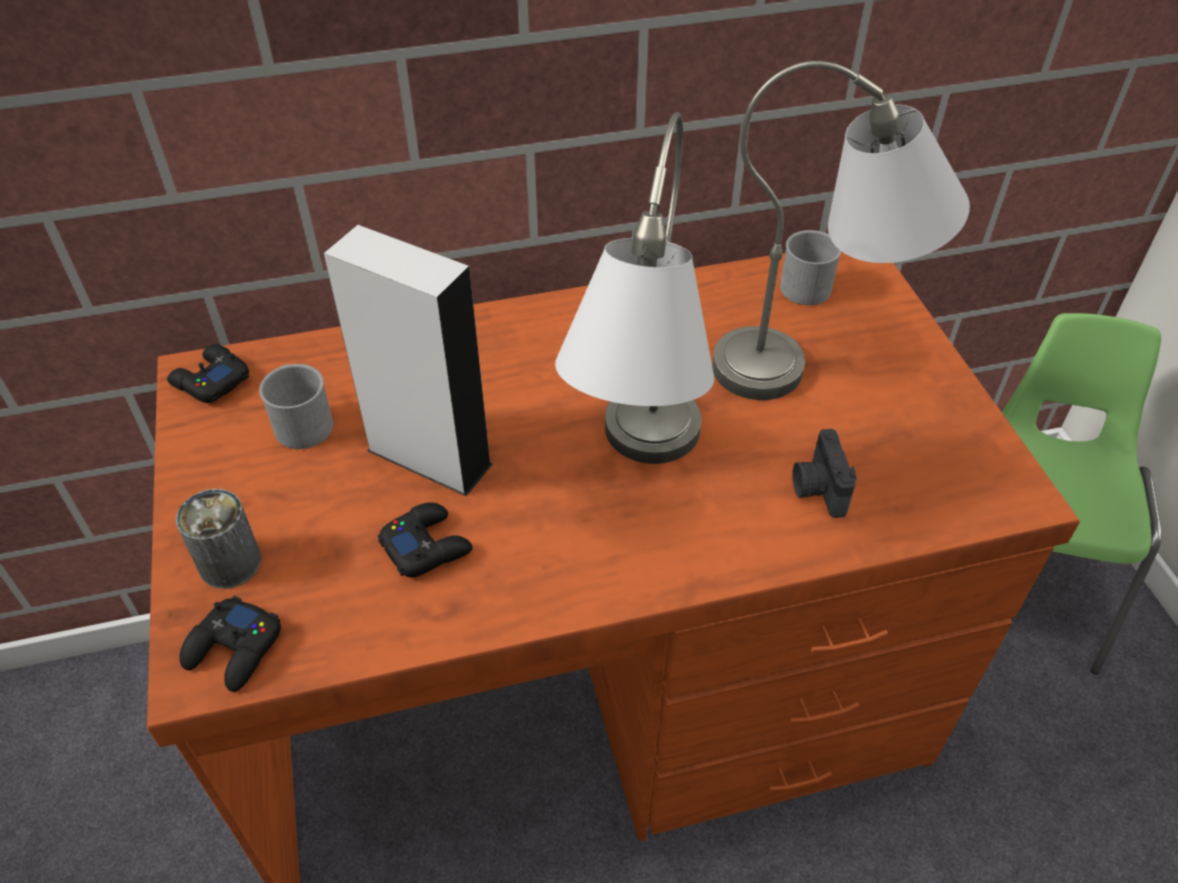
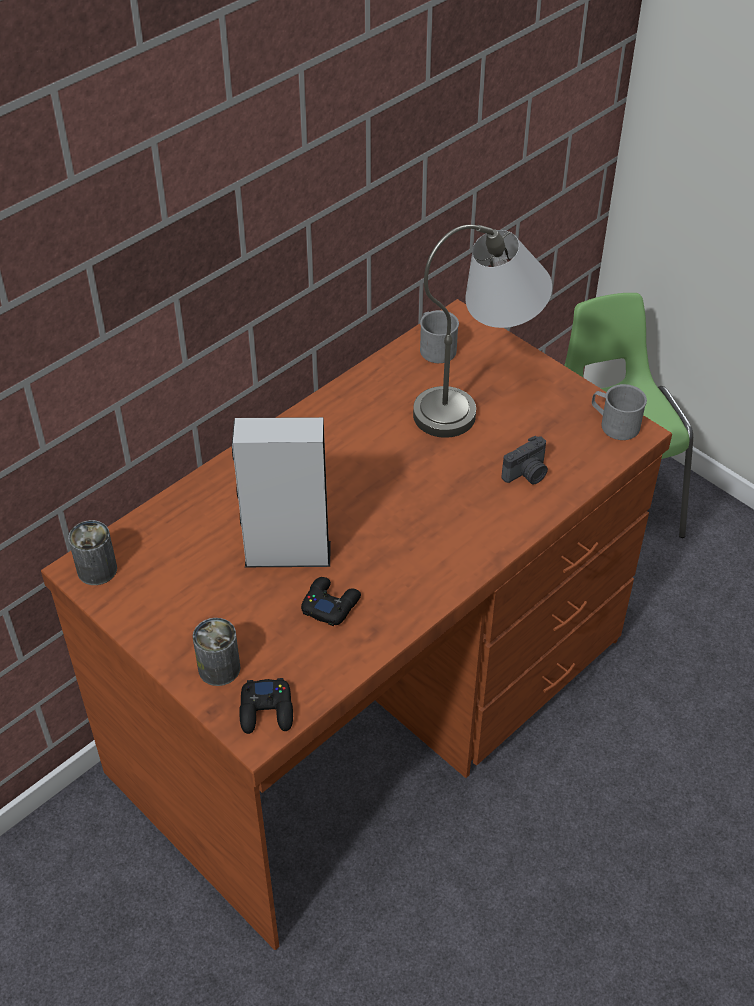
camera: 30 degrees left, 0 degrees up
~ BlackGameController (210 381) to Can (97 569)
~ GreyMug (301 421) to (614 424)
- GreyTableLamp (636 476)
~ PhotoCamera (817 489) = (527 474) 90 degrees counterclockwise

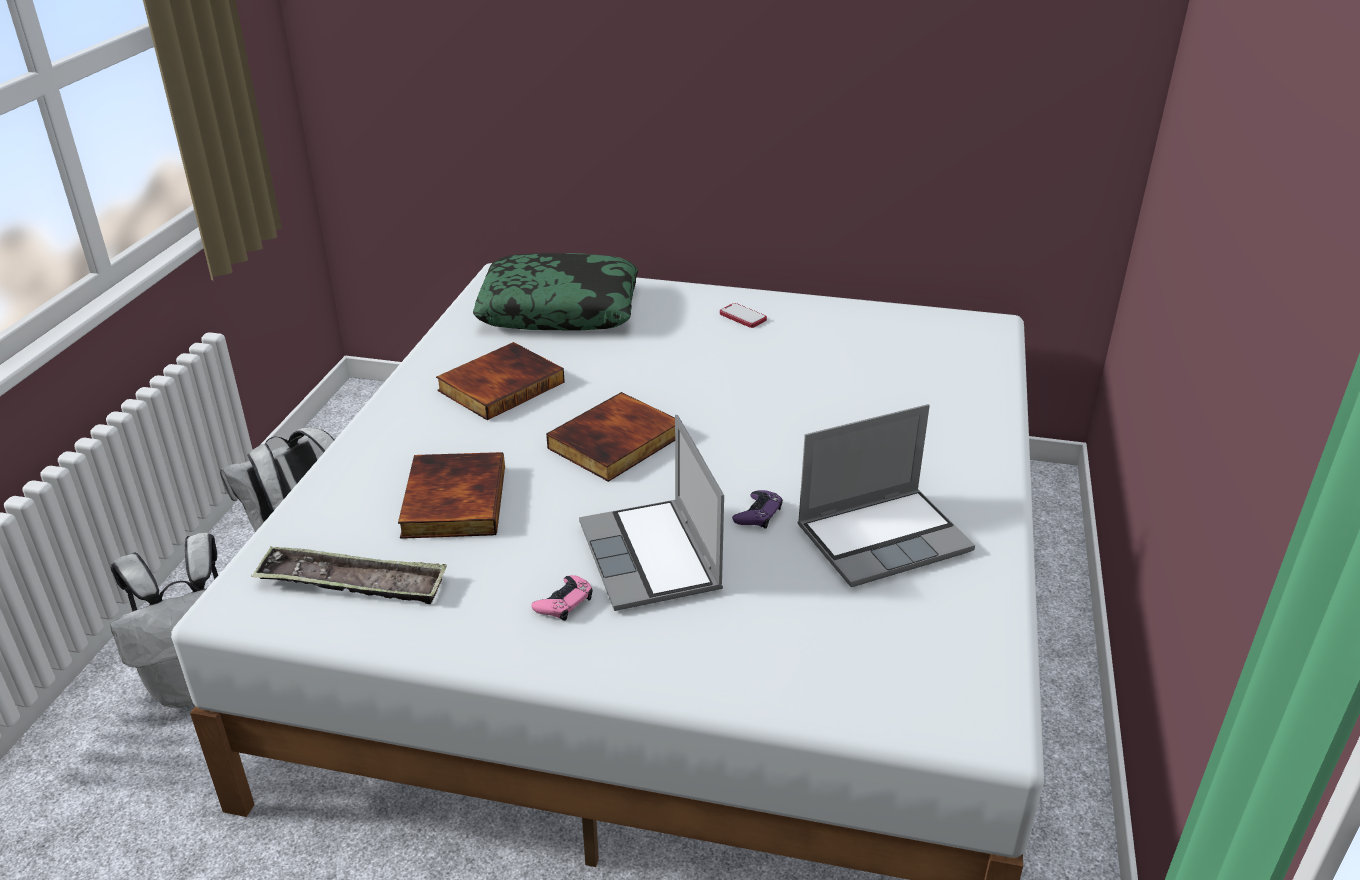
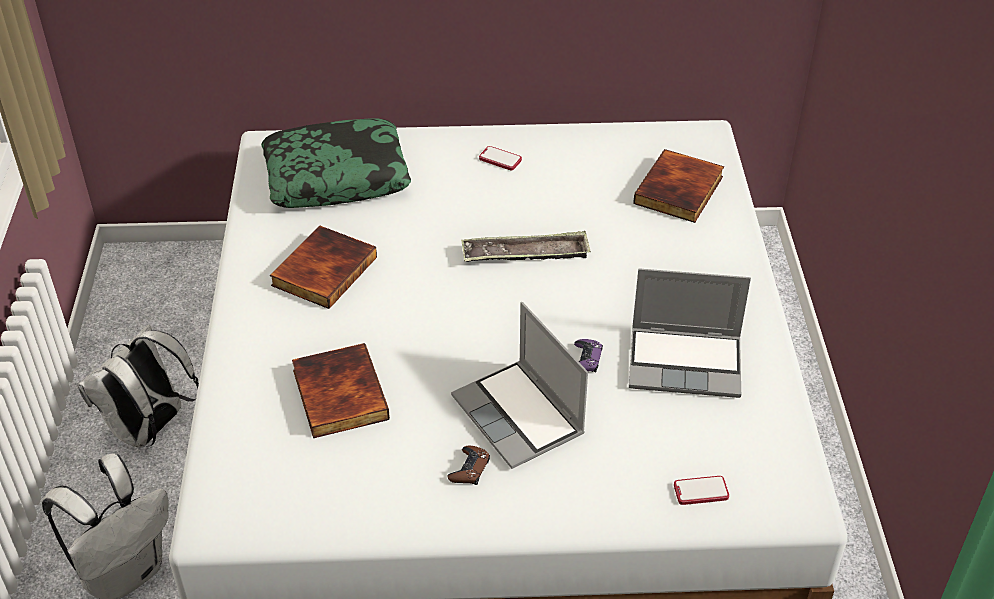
camera: 15 degrees left, 10 degrees up
~ Tray (352 583) to (525 254)
~ PinkGameController (564 602) to BrownGameController (469 469)
~ Book (616 443) to (680 191)
~ Laptop (884 537) = (686 363) 45 degrees clockwise
+ Phone (701 491)

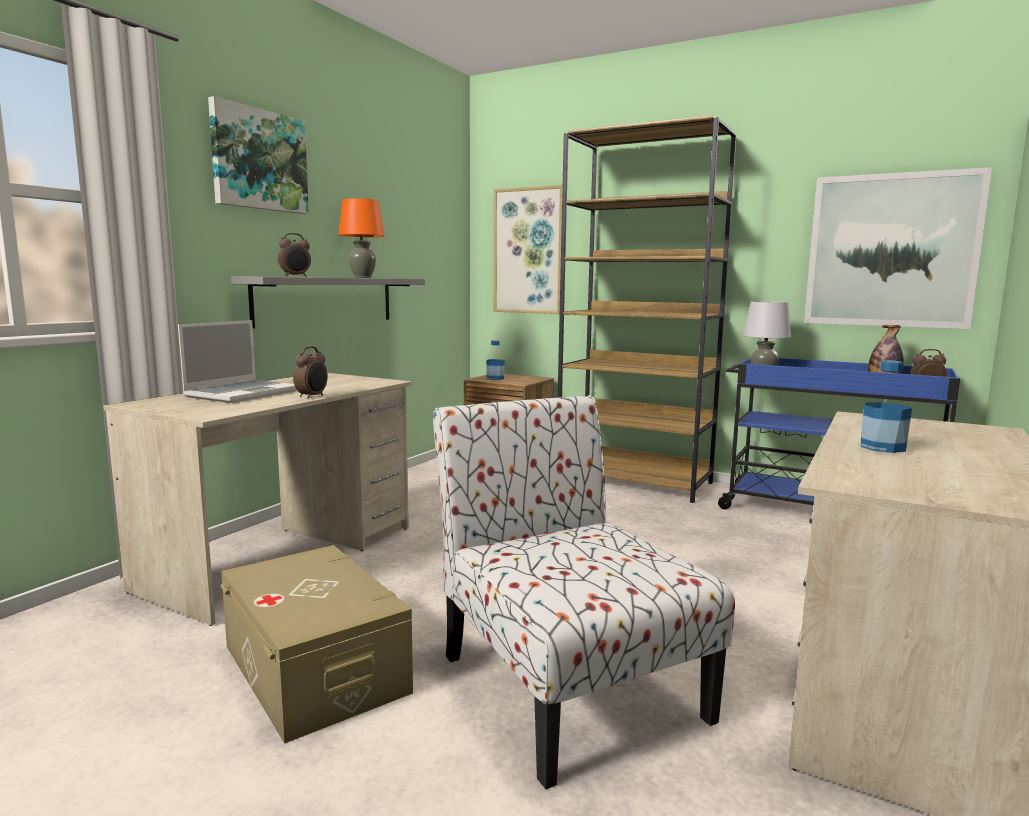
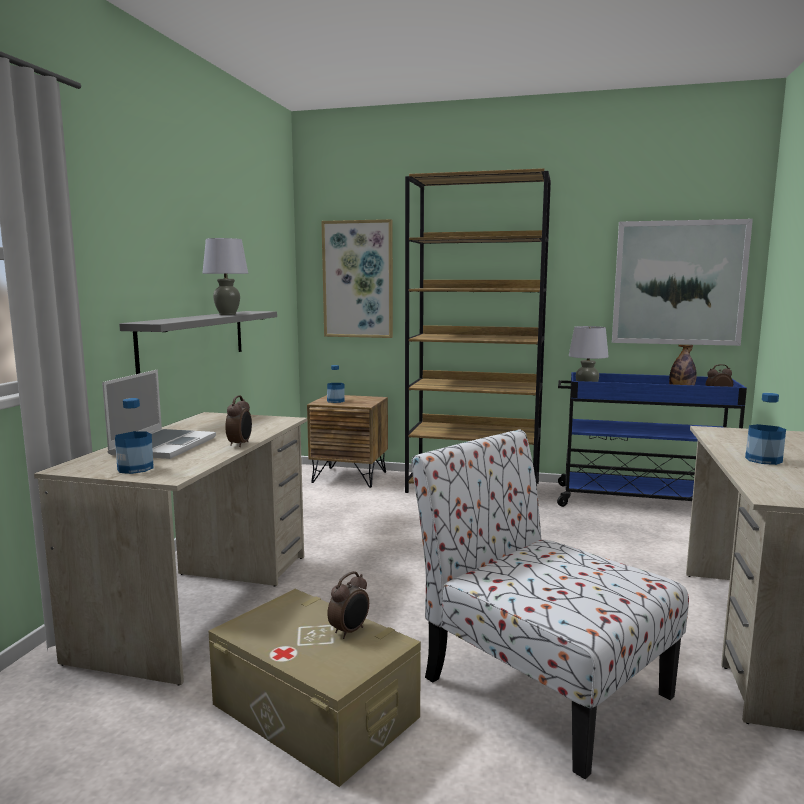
camera: 15 degrees left, 0 degrees up
- Picture (259 160)
~ AlarmClock (295 276) to (350 631)
~ OrangeTableLamp (363 277) to GreyTableLamp (227 314)
+ Bottle (135 468)

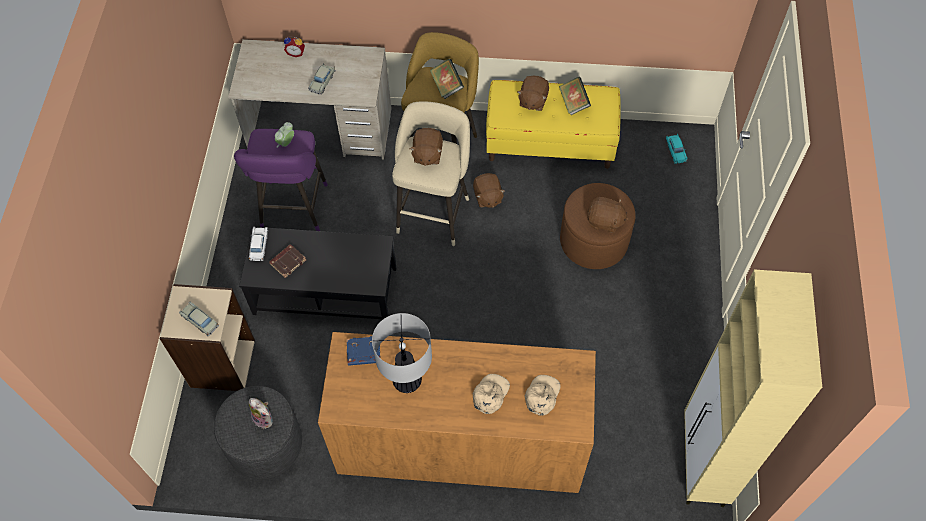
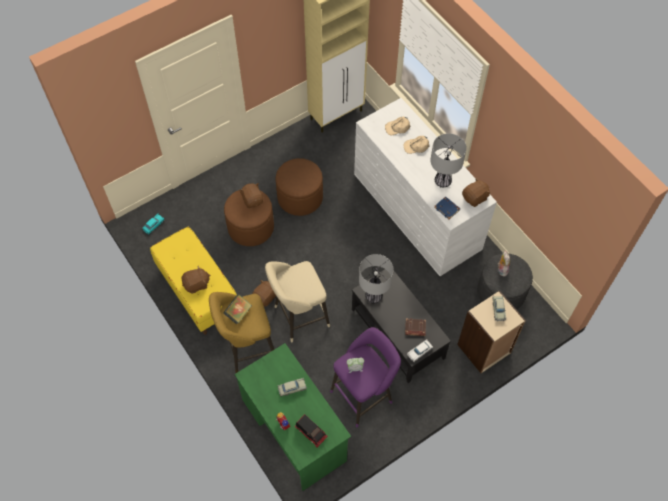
camera: 130 degrees left, 0 degrees up
~ BeigeDesk (321 130) to GreenDesk (294 430)
~ BrownDresser (460 441) to WhiteDresser (416 211)
~ BrownPlushToy (427 154) to (475 198)
- Book (573 103)
+ BrownOttoman (300 197)
+ ToyTruck (311 431)
+ TableLamp (374 296)

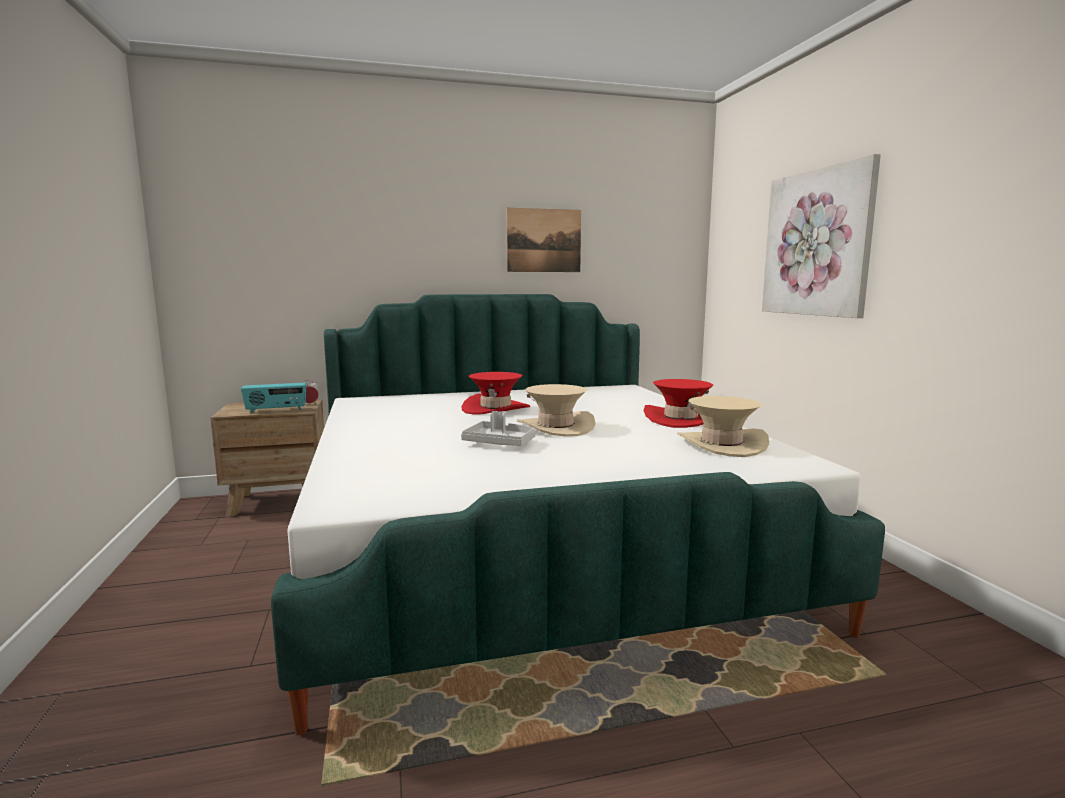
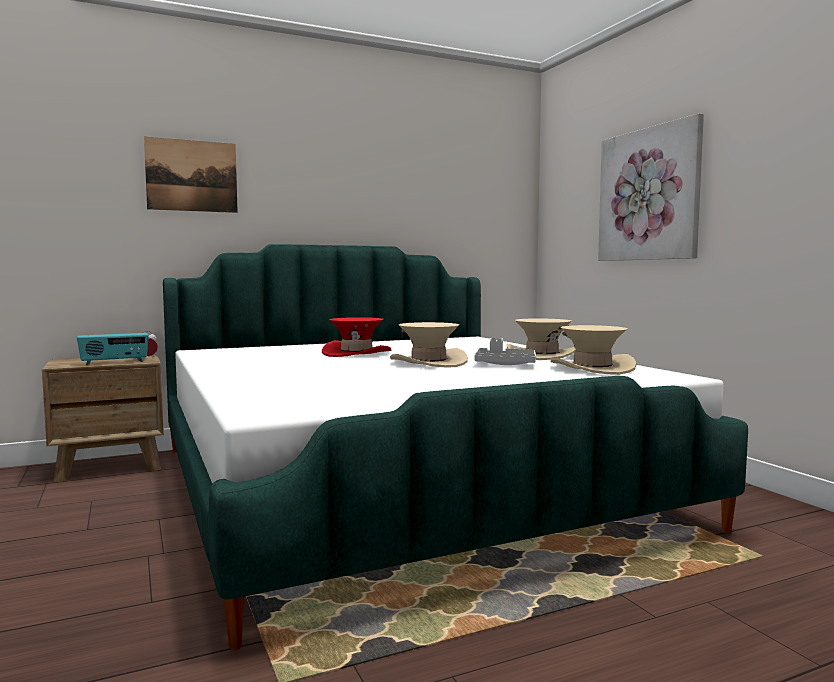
camera: 10 degrees left, 5 degrees down
~ GreyTray (500 443) to (505 364)
~ Picture (544 240) to (192 176)
~ RedHat (681 419) to BeigeHat (542 355)

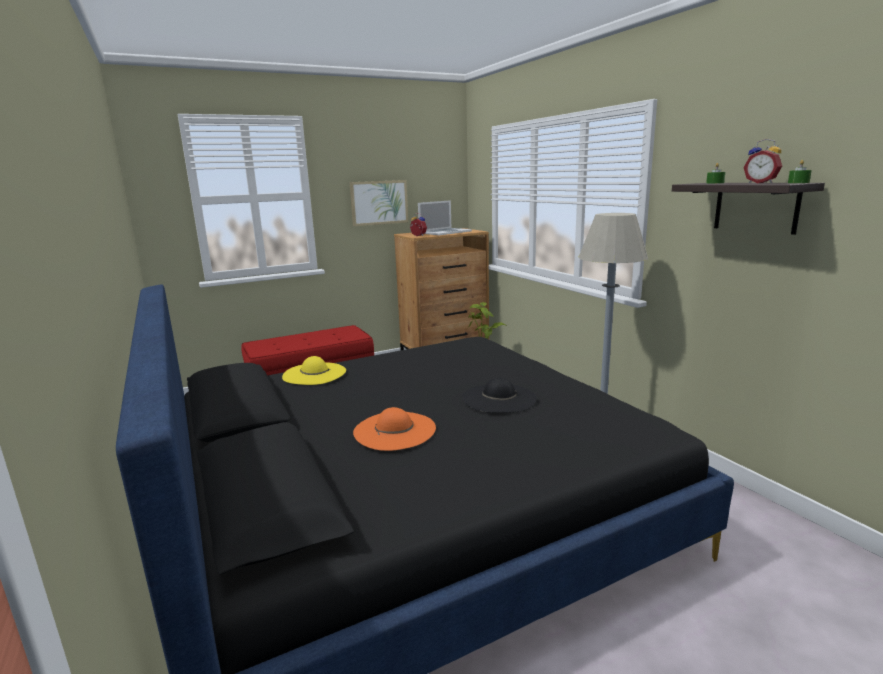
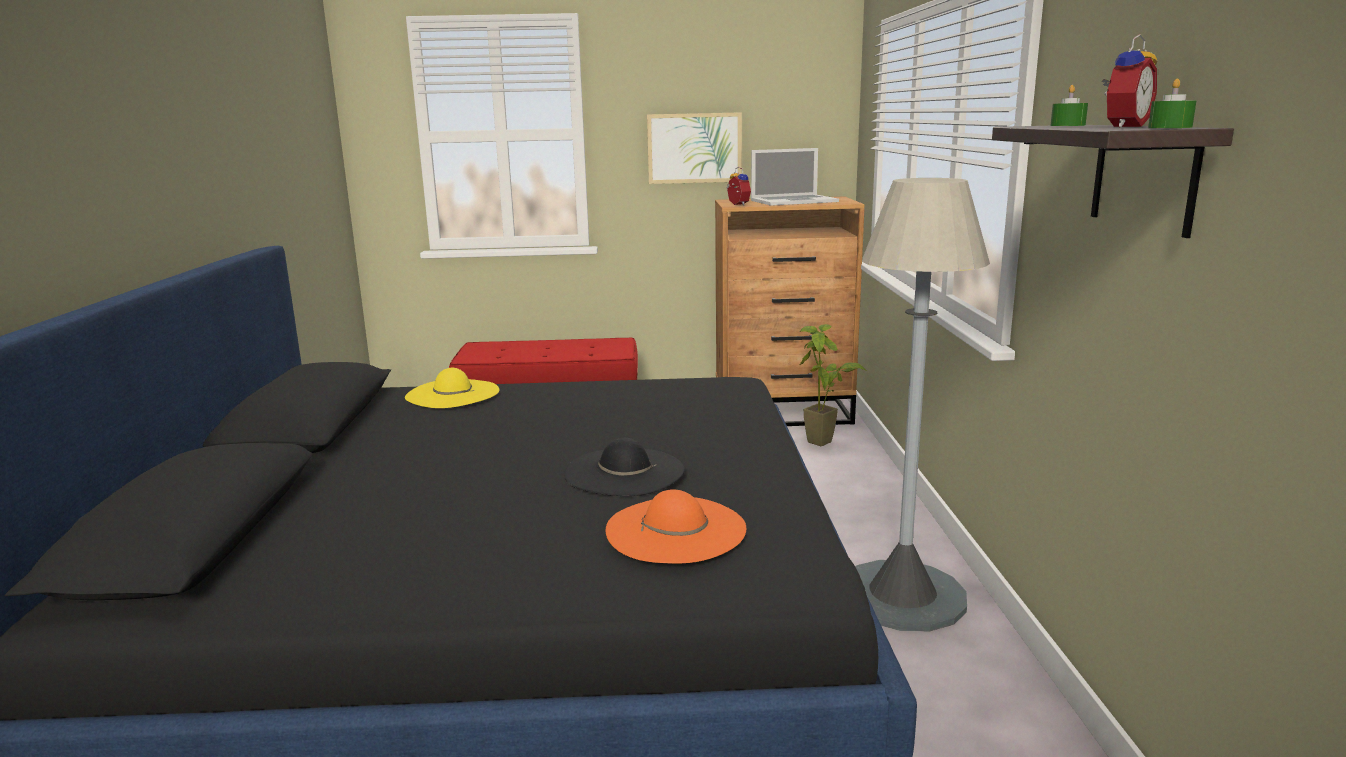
camera: 25 degrees right, 0 degrees up
~ OrangeHat (394 430) to (676 529)
~ AlarmClock (761 183) = (1122 126) 120 degrees counterclockwise

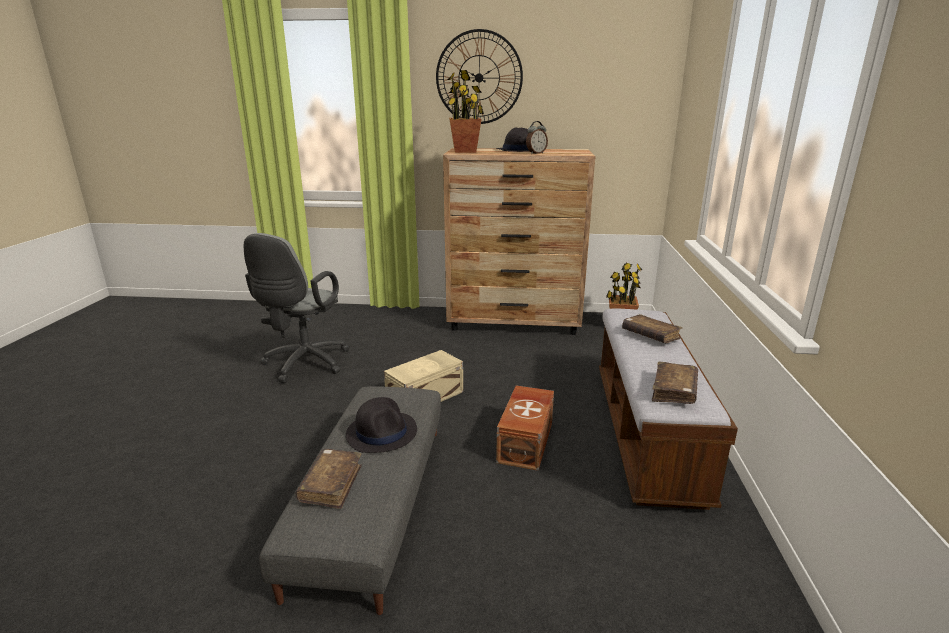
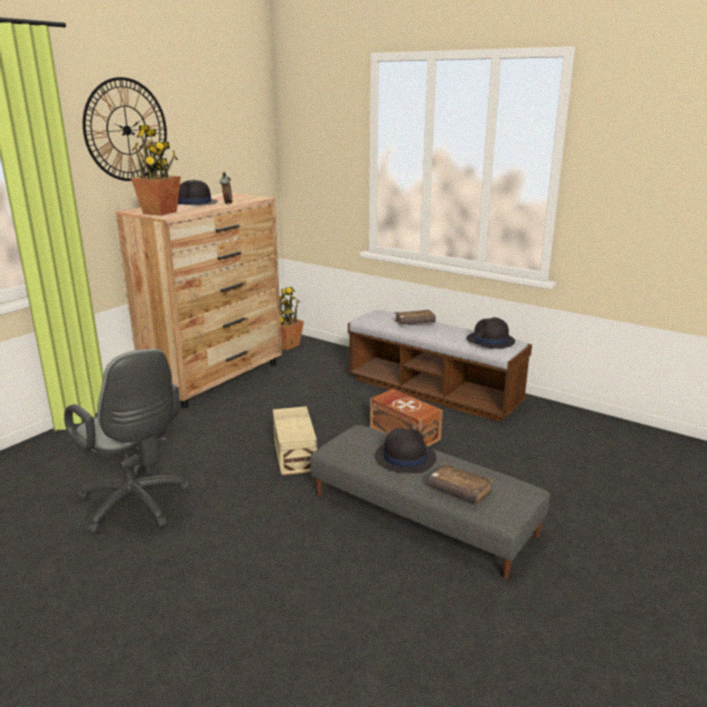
camera: 60 degrees left, 0 degrees up
~ BrownBook (674 390) to BlackHat (490 341)

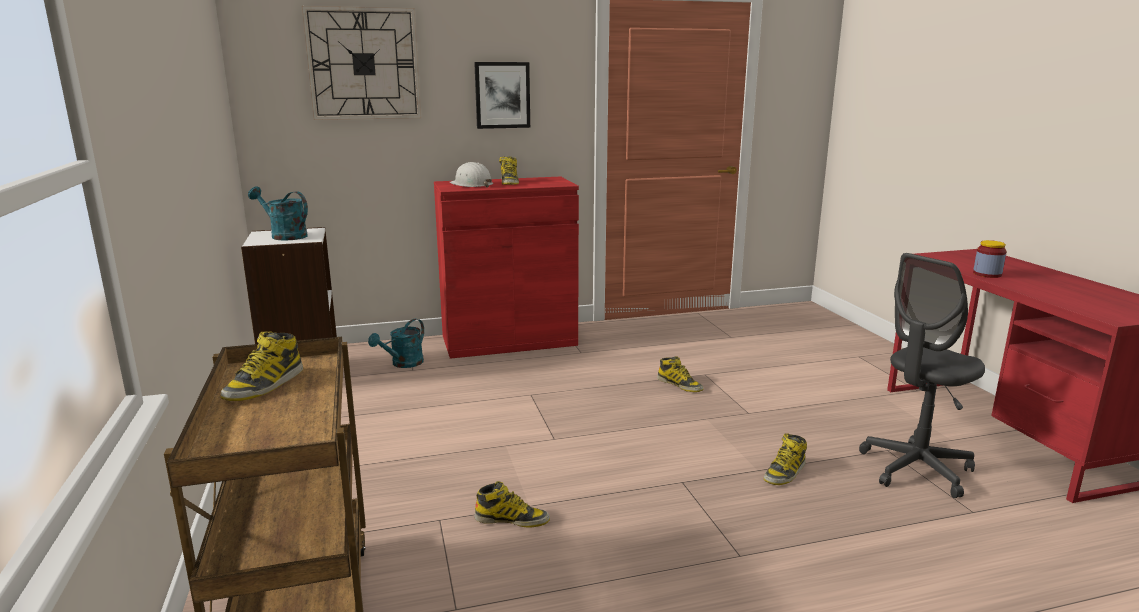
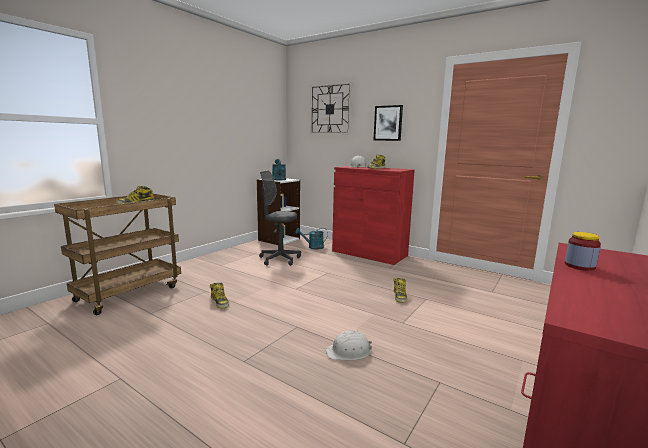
camera: 50 degrees right, 5 degrees down
~ Boot (785 472) to WhiteHardHat (349 351)
~ GreyOfficeChair (916 469) to (279 259)

